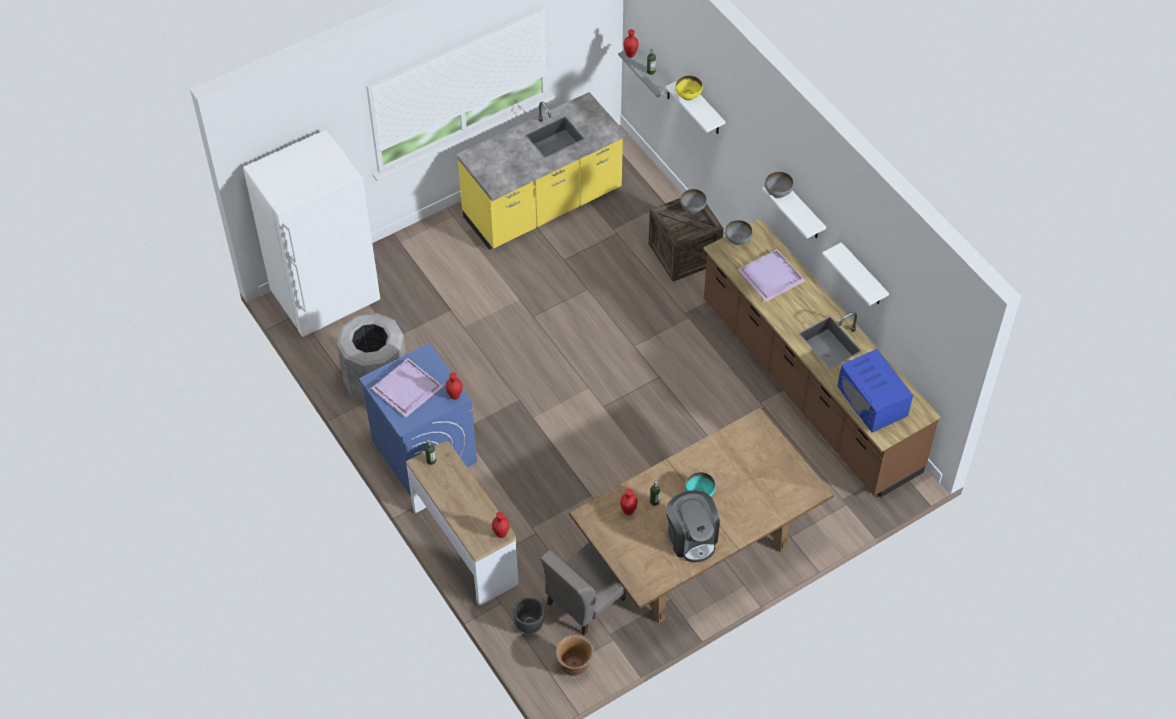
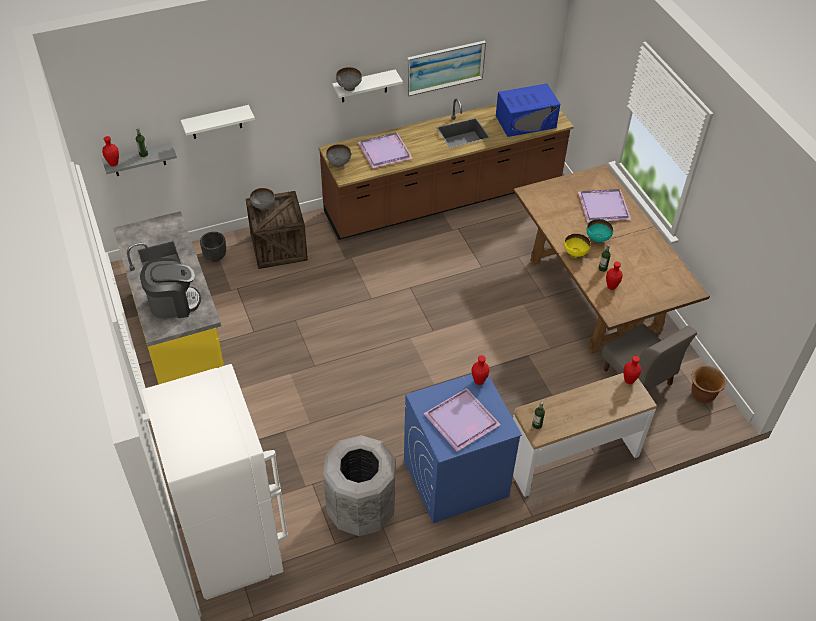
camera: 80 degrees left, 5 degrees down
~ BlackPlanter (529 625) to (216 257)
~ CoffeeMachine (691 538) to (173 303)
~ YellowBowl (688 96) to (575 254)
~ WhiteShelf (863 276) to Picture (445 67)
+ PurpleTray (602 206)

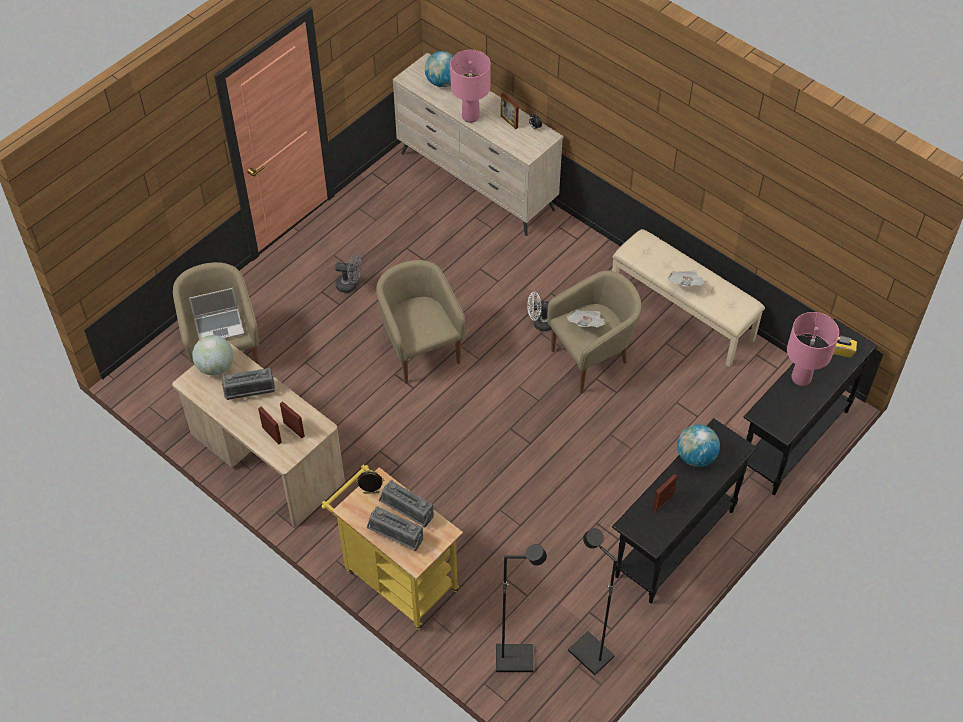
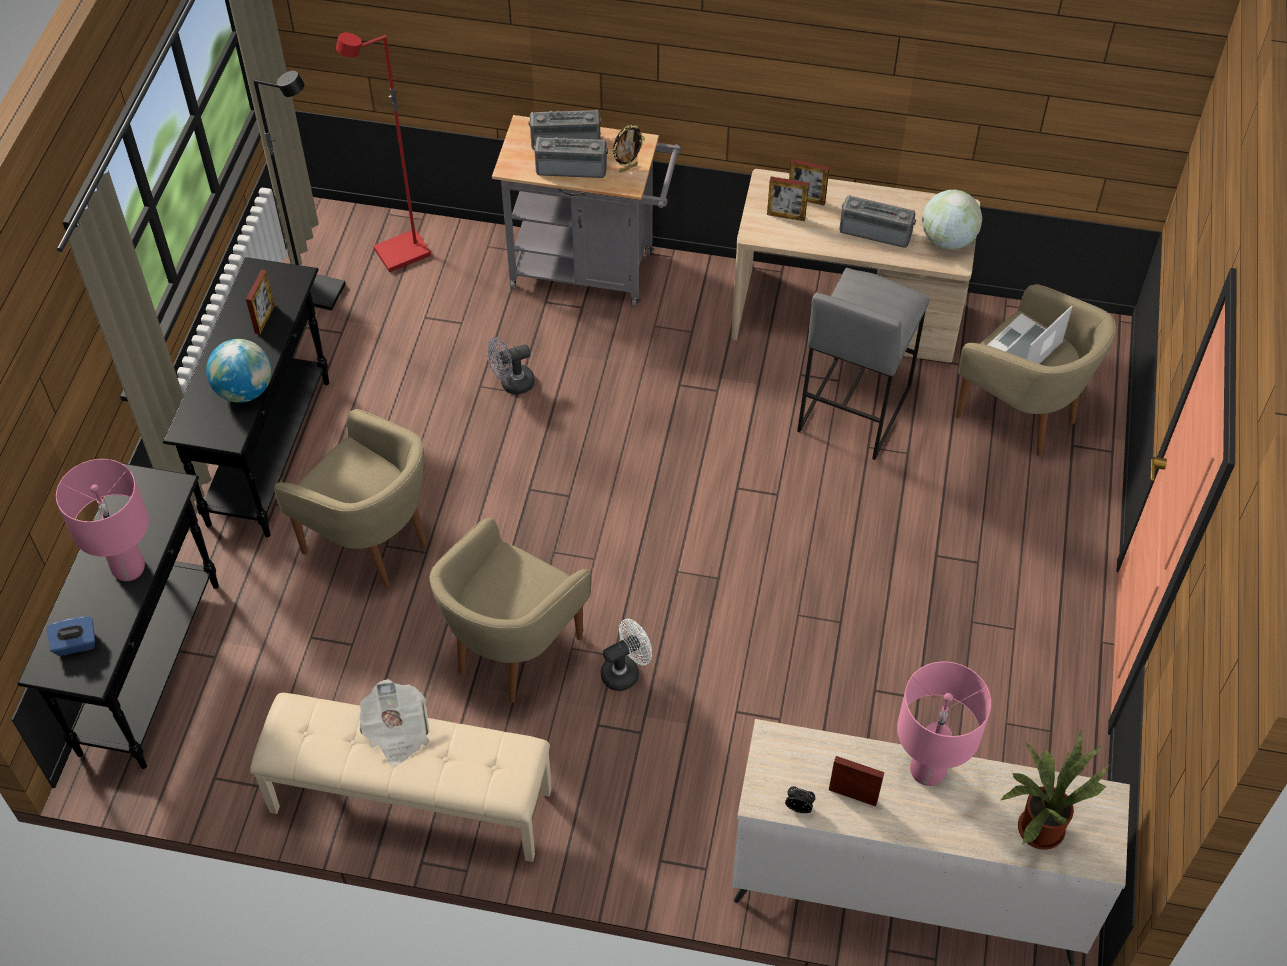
camera: 150 degrees right, 0 degrees up
~ Radio (250 393) = (876 231) 60 degrees clockwise
~ YellowCart (396 576) to GreyCart (591 270)
~ GreyFan (350 285) to (512 384)
~ BeigeArmchair (420 350) to (371 543)
~ Globe (442 82) to PottedPlant (1038 824)
~ BlackFloorLamp (515 658) to RedFloorLamp (402 254)
- Newspaper (586 324)
~ YellowTissueBox (841 350) to BlueTissueBox (76 644)
+ GreyStool (853 408)

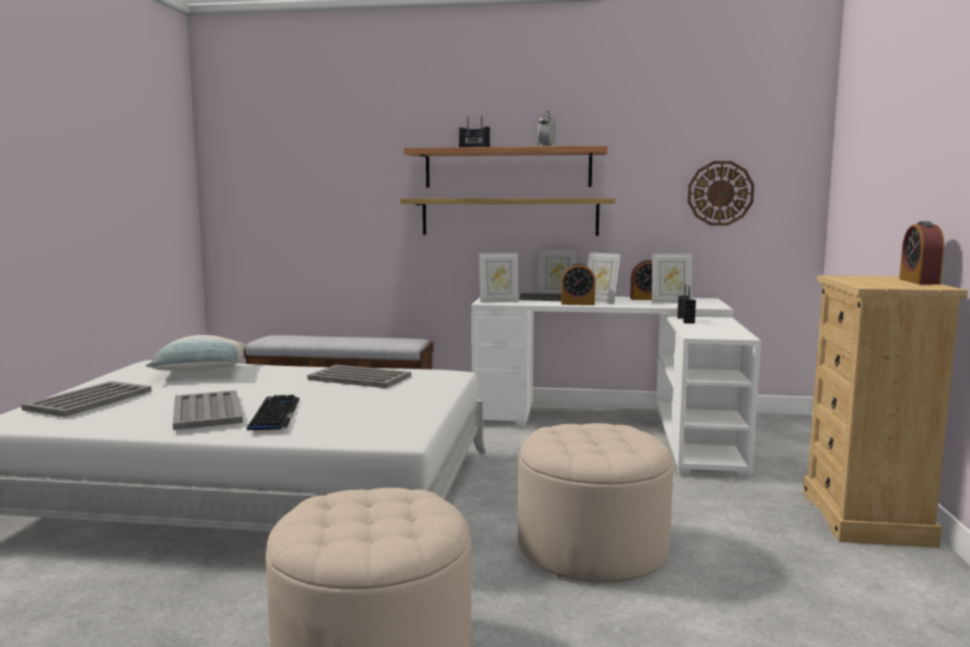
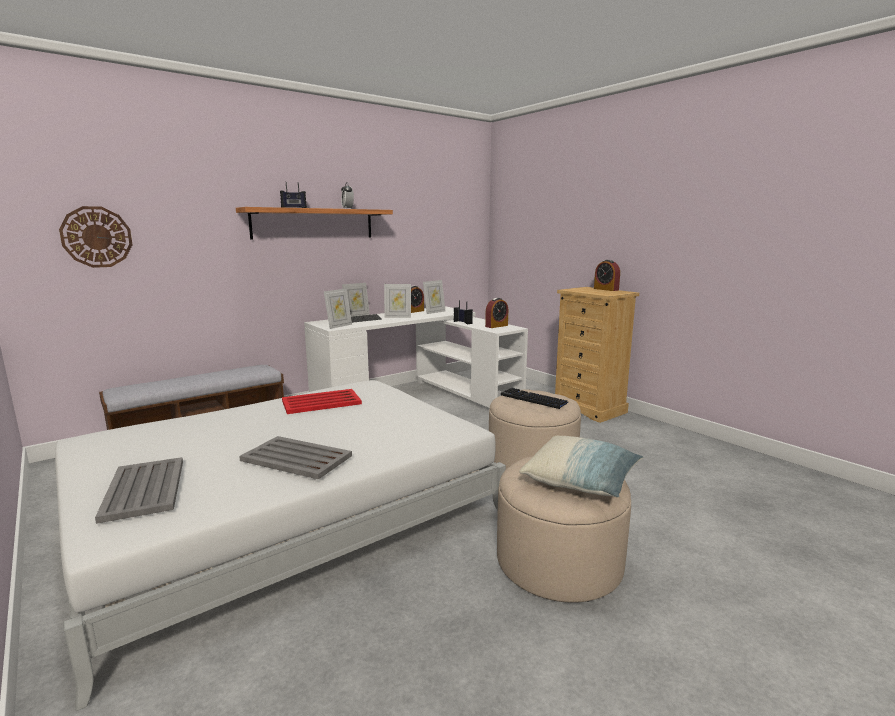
camera: 45 degrees left, 5 degrees up
~ Pillow (200 371) to (581 481)
~ Keyboard (275 414) to (534 399)
~ GreyTray (359 378) to RedTray (320 402)
- Shelf (509 216)
~ AlarmClock (578 304) to (496 326)
~ WallClock (720 193) to (97 237)

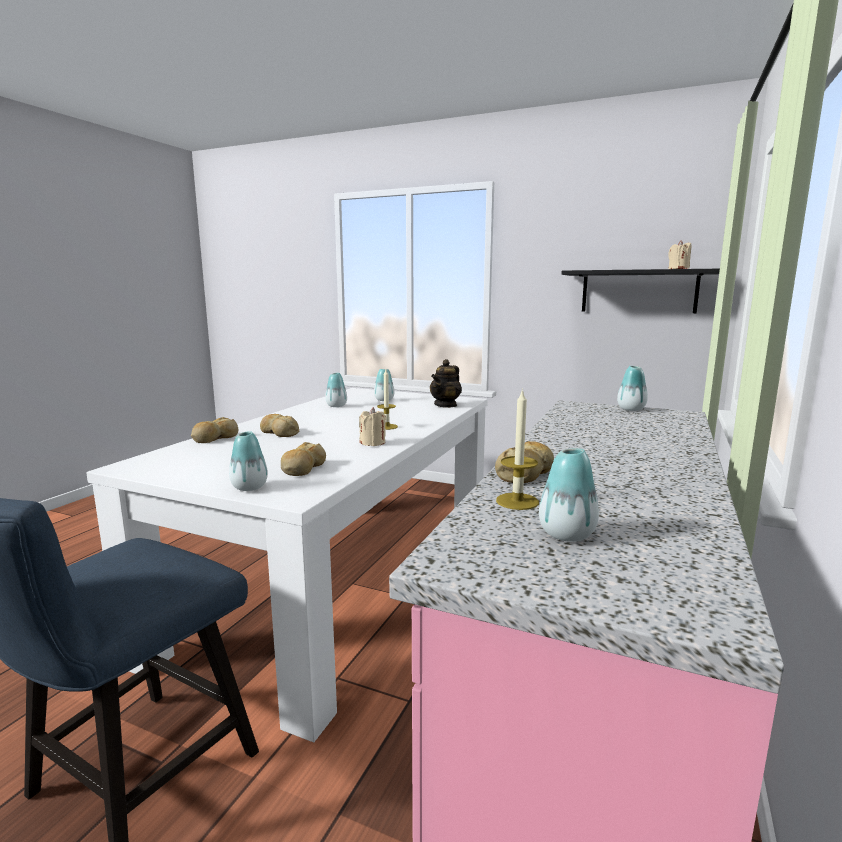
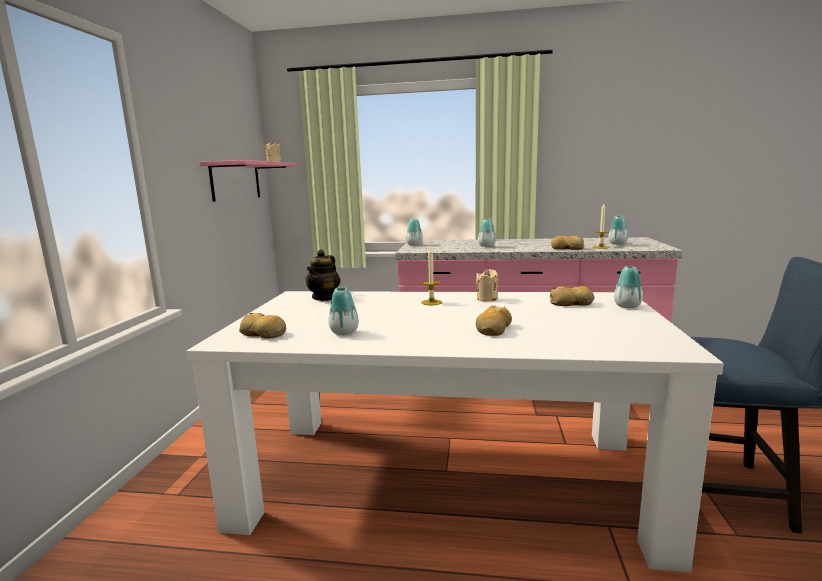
camera: 105 degrees left, 0 degrees up
~ Bread (214 438) to (263 334)
~ Vase (384 400) to (486 246)
~ Teapot (446 405) = (324 298) 90 degrees clockwise
~ BlackShelf (638 291) to PinkShelf (236 181)

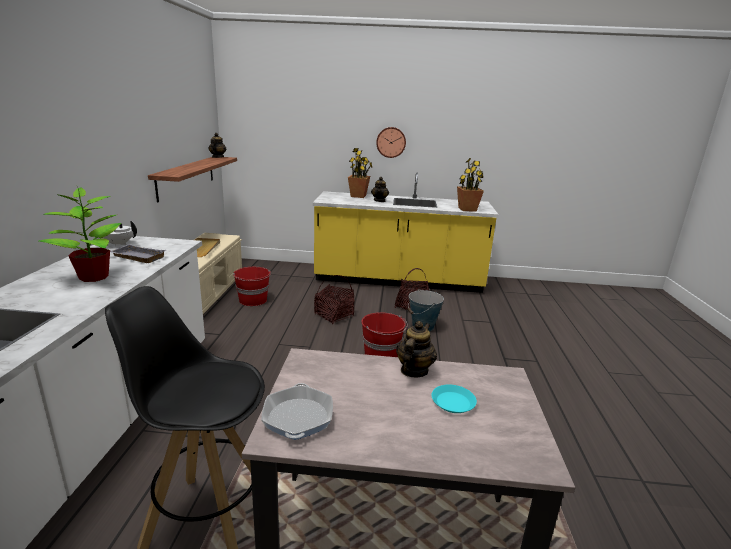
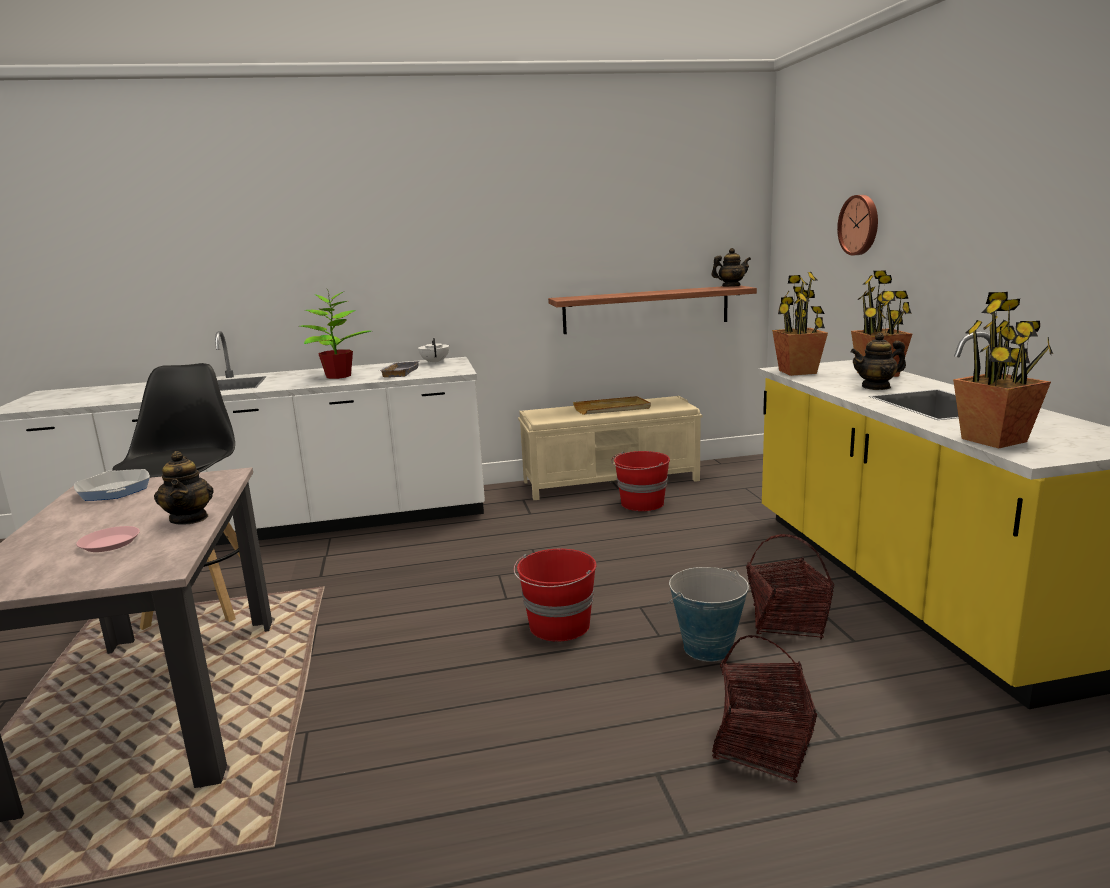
camera: 75 degrees right, 5 degrees down
~ FryingPan (298 417) = (114 490) 105 degrees counterclockwise
~ Basket (333 315) to (763 746)
~ WallClock (391 142) to (860 225)
~ Teapot (413 370) = (189 519) 60 degrees clockwise
~ TurquoisePlate (453 402) to PinkPlate (110 543)
+ PottedPlant (797 372)

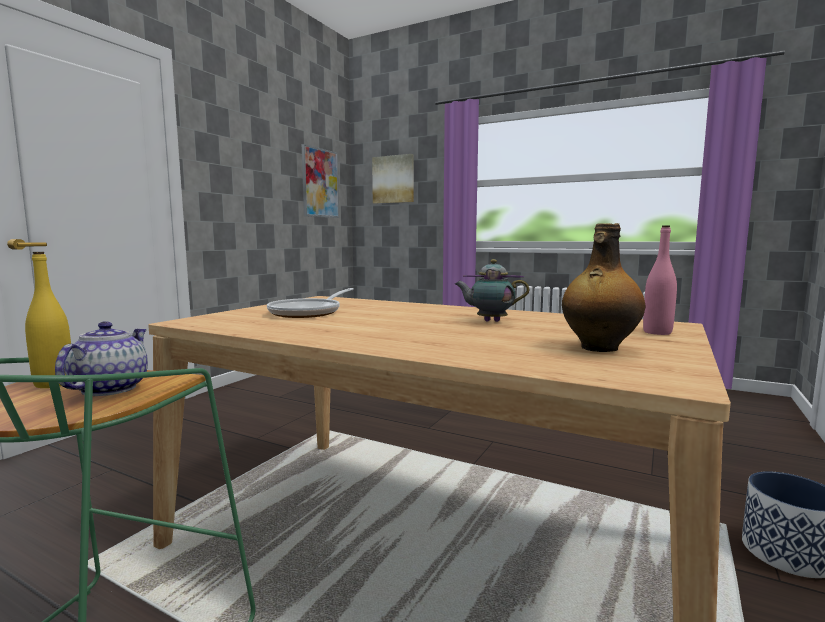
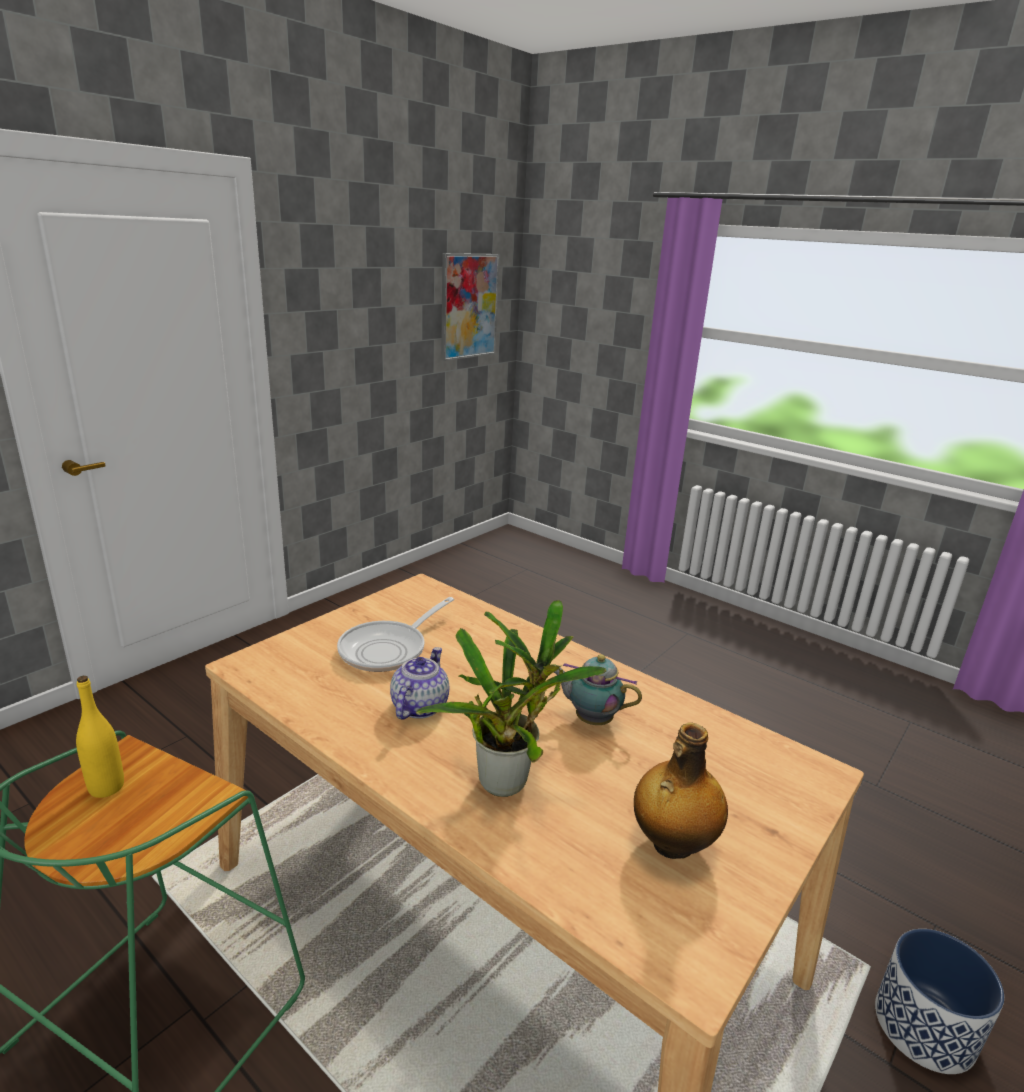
camera: 10 degrees right, 15 degrees up
~ Teapot (109 388) to (419 706)
- Picture (393 179)
- PinkBottle (657 332)
+ PottedPlant (508 779)

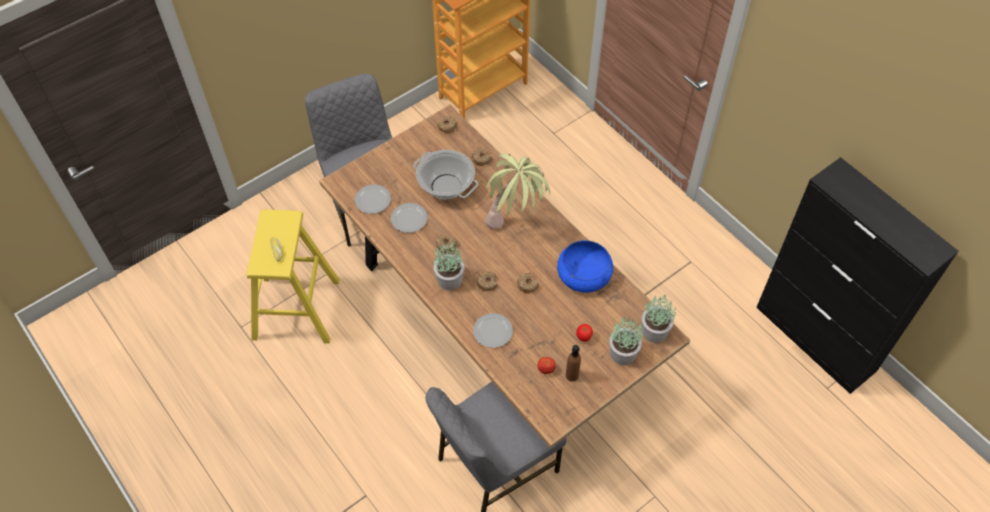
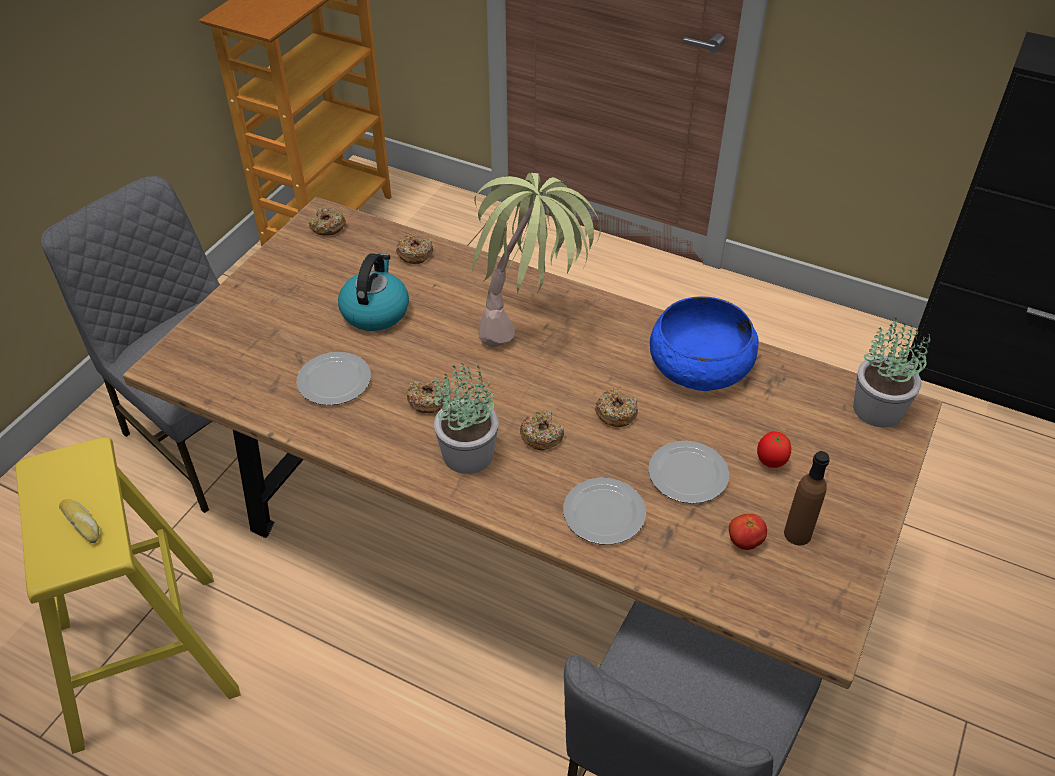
camera: 25 degrees left, 10 degrees down
~ Plate (372 200) to (686 475)
~ CookingPot (446 186) to Kettle (375 311)
- PottedPlant (623 353)

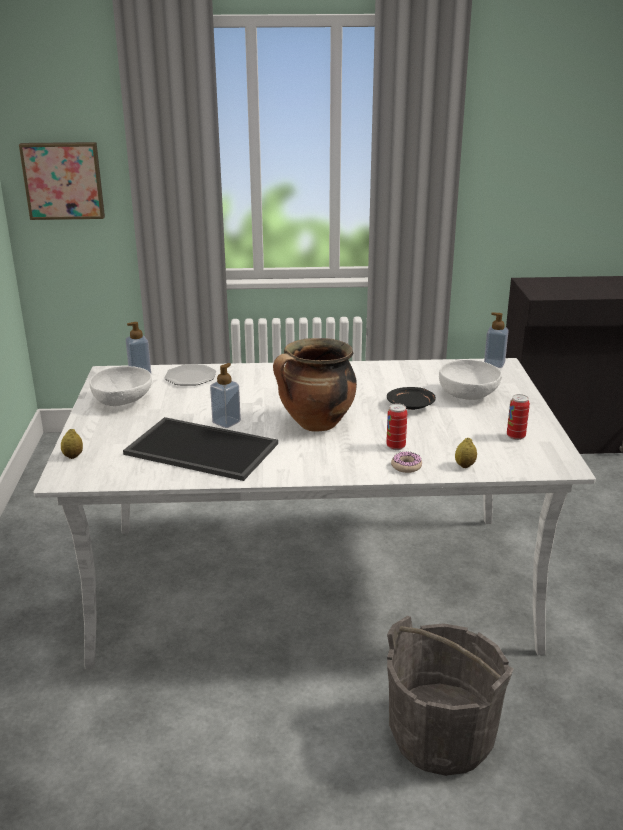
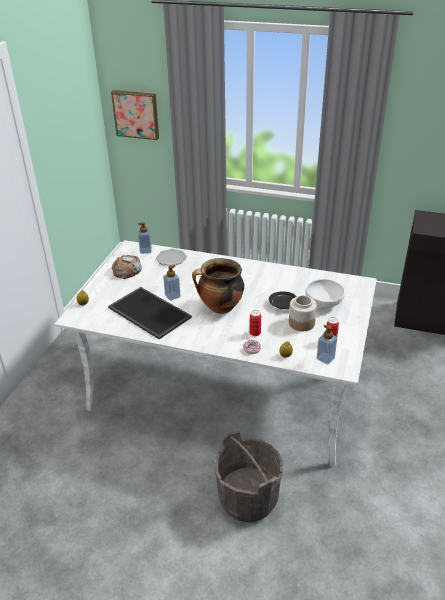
camera: 20 degrees right, 10 degrees up
~ WhiteBowl (123 402) to Bread (126 270)
~ SoapDispenser (494 364) to (325 358)
+ Jar (301 323)

